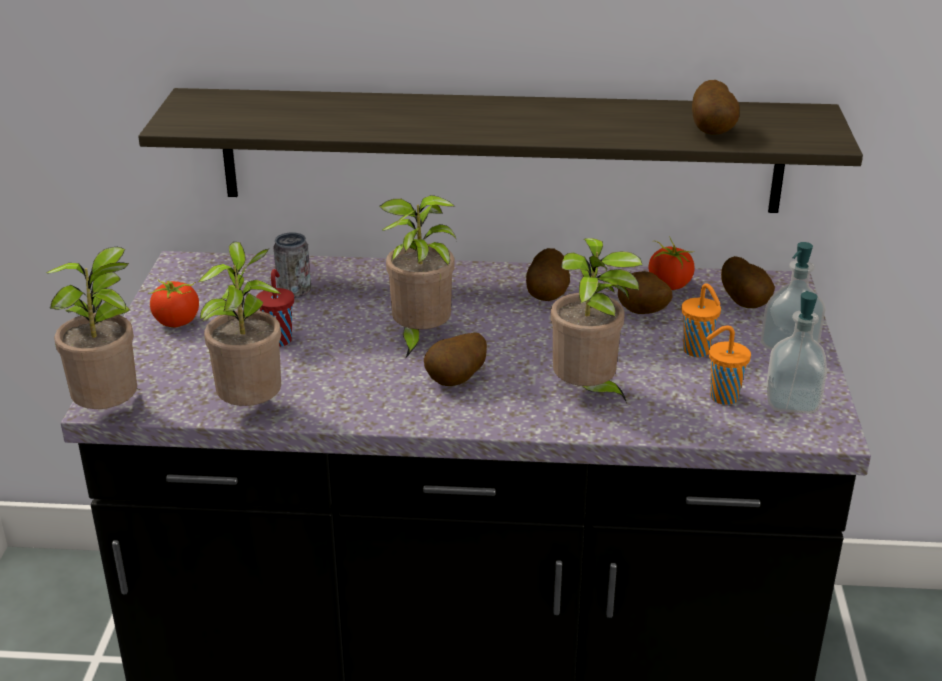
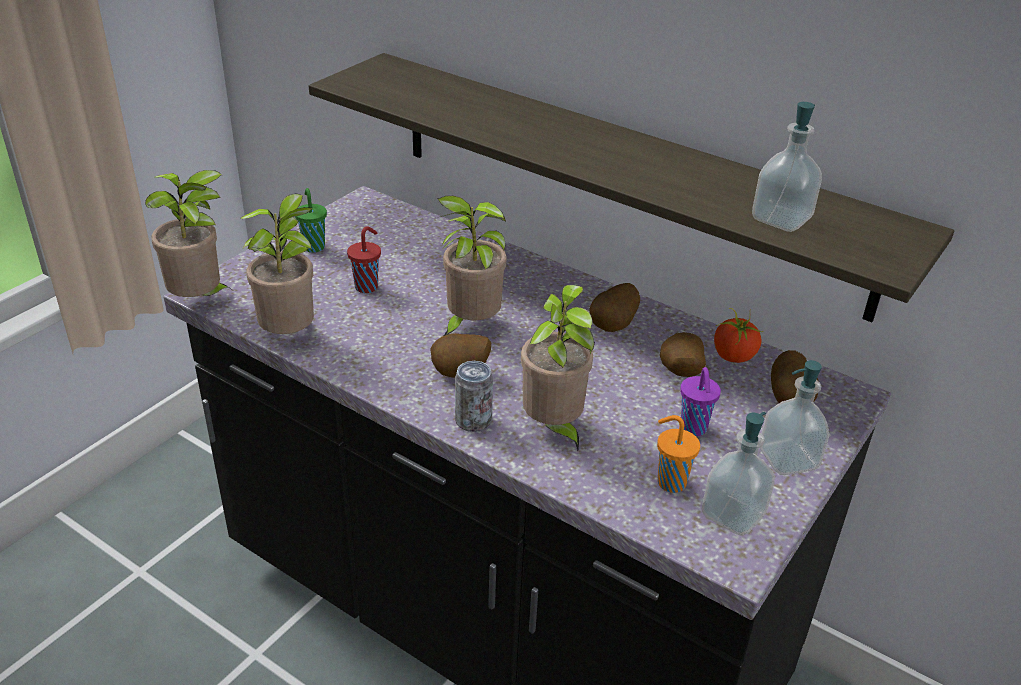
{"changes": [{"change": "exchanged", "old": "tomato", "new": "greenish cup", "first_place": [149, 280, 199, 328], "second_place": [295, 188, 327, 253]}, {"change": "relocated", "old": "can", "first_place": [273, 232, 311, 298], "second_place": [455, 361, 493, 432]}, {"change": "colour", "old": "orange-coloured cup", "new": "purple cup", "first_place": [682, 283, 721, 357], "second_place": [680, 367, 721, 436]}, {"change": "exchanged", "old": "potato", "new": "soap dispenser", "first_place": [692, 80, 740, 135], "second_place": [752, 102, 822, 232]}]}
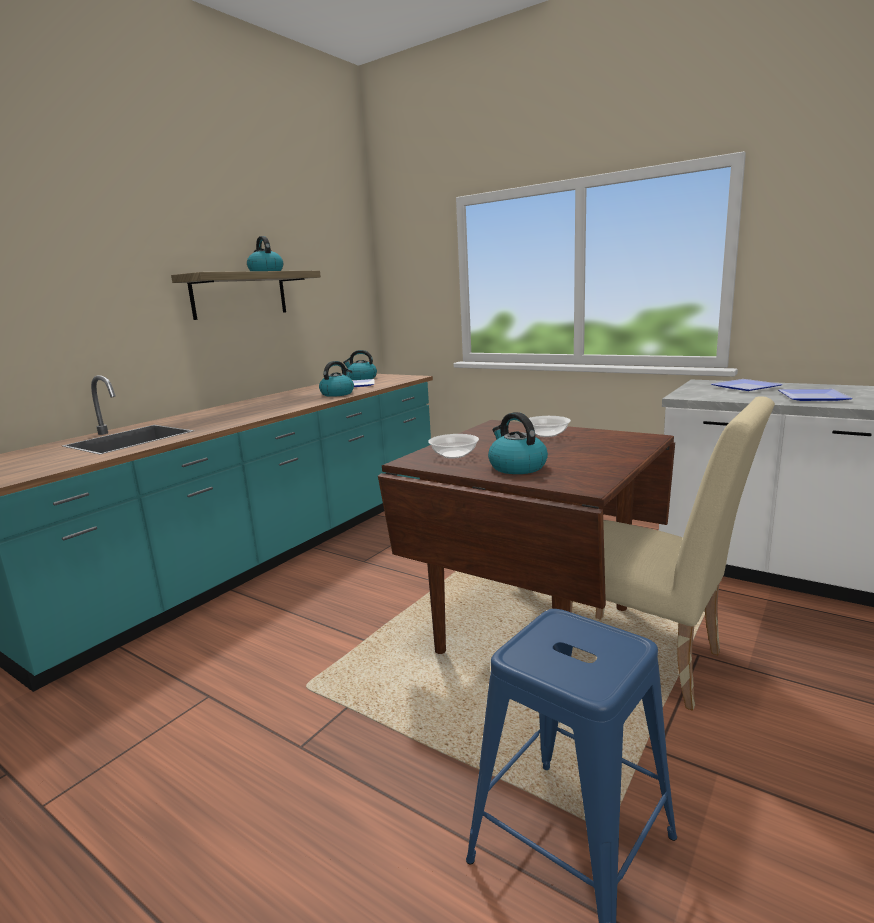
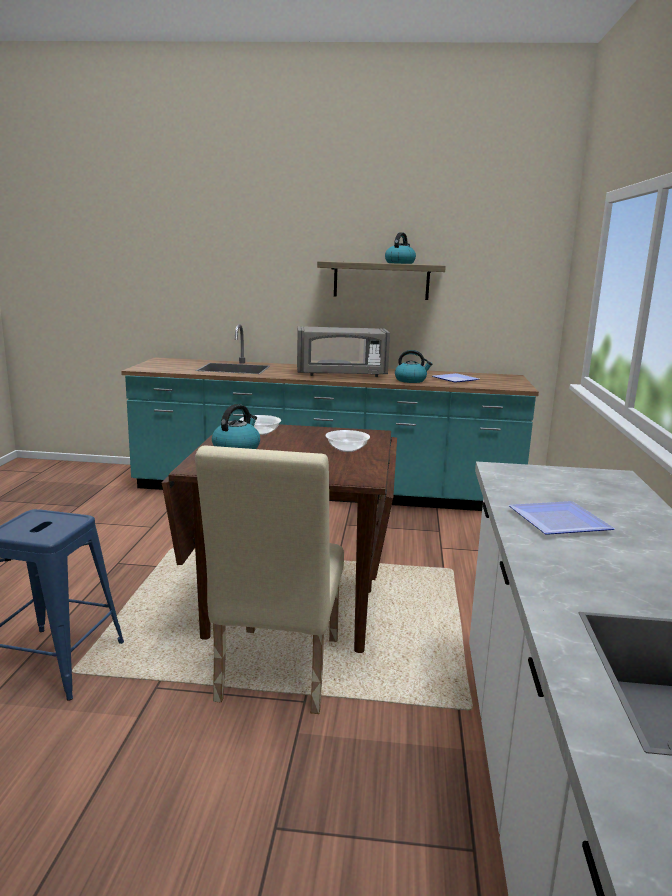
{"changes": [{"change": "appeared", "new": "gray kitchen microwave", "second_place": [297, 326, 390, 377]}, {"change": "missing", "old": "tea kettle", "first_place": [343, 350, 377, 380]}, {"change": "missing", "old": "dinner plate", "first_place": [711, 379, 783, 391]}]}
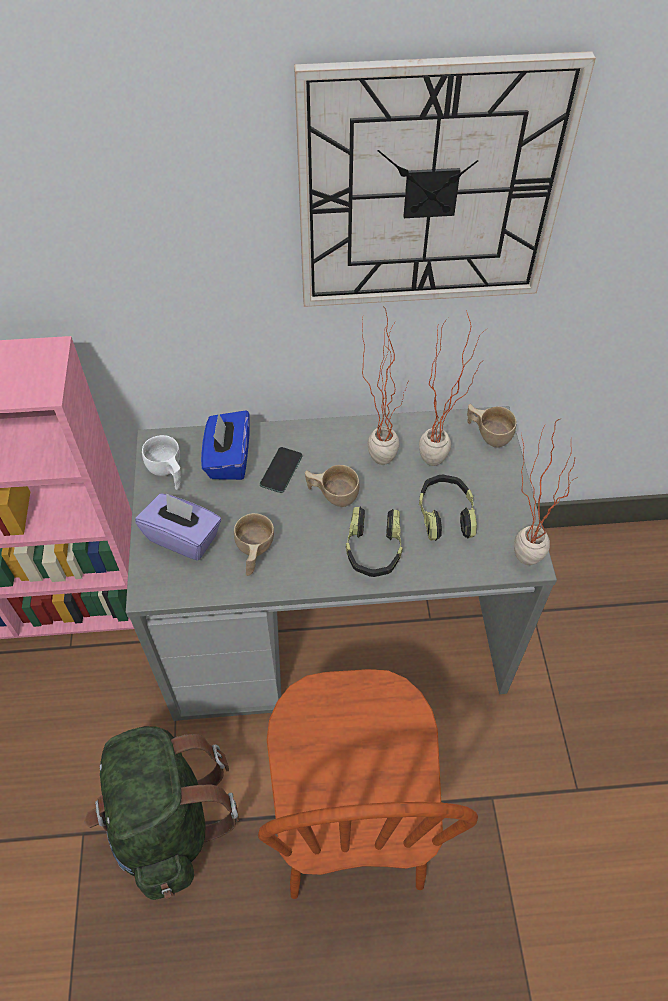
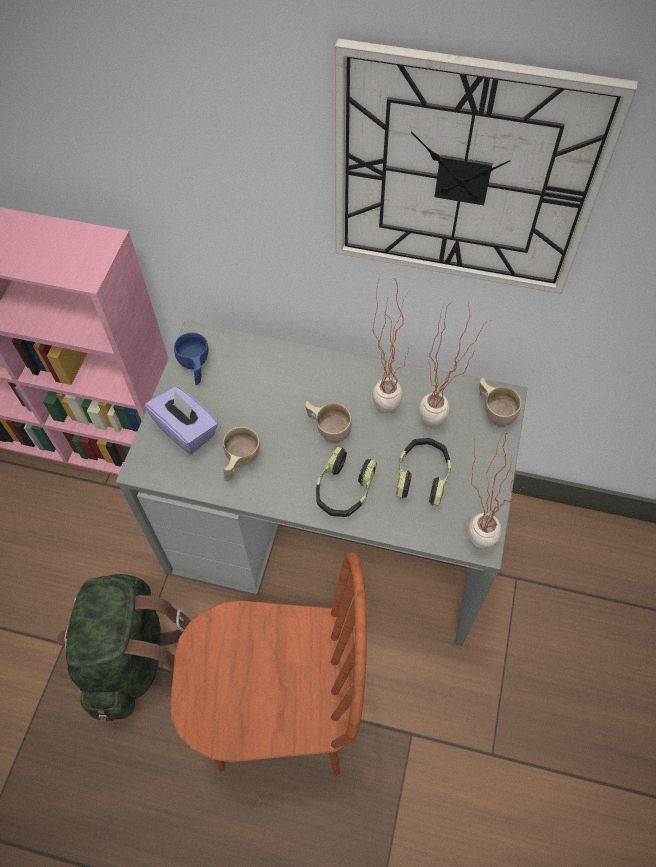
{"changes": [{"change": "spun", "old": "brown upright chair", "first_place": [258, 669, 478, 899], "second_place": [171, 552, 367, 775], "degrees": -105}, {"change": "colour", "old": "white-coloured cup", "new": "bluish cup", "first_place": [142, 435, 181, 490], "second_place": [174, 333, 208, 385]}, {"change": "missing", "old": "bluish tissue holder", "first_place": [201, 410, 250, 480]}, {"change": "missing", "old": "phone", "first_place": [260, 447, 303, 493]}]}
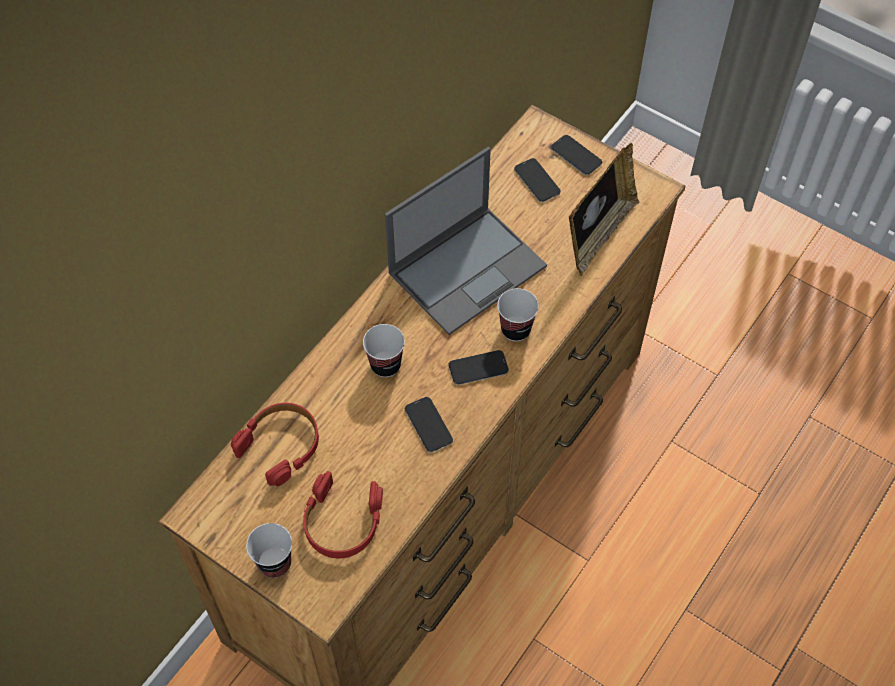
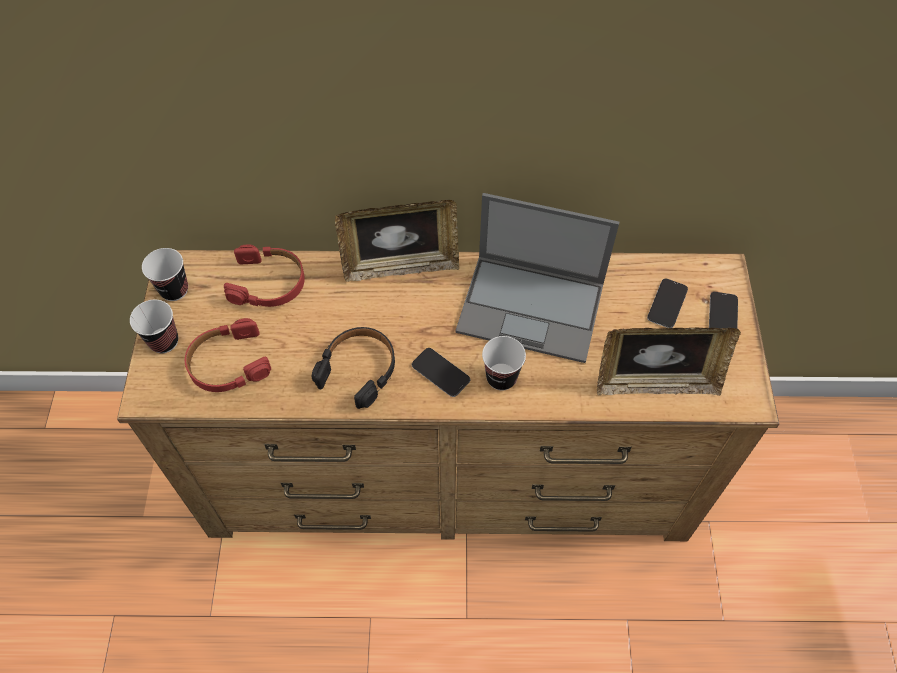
{"changes": [{"change": "relocated", "old": "cup", "first_place": [363, 324, 405, 377], "second_place": [142, 248, 188, 301]}, {"change": "exchanged", "old": "phone", "new": "black-coloured pair of headphones", "first_place": [405, 397, 453, 452], "second_place": [312, 327, 395, 409]}, {"change": "appeared", "new": "photo frame", "second_place": [335, 200, 459, 282]}]}
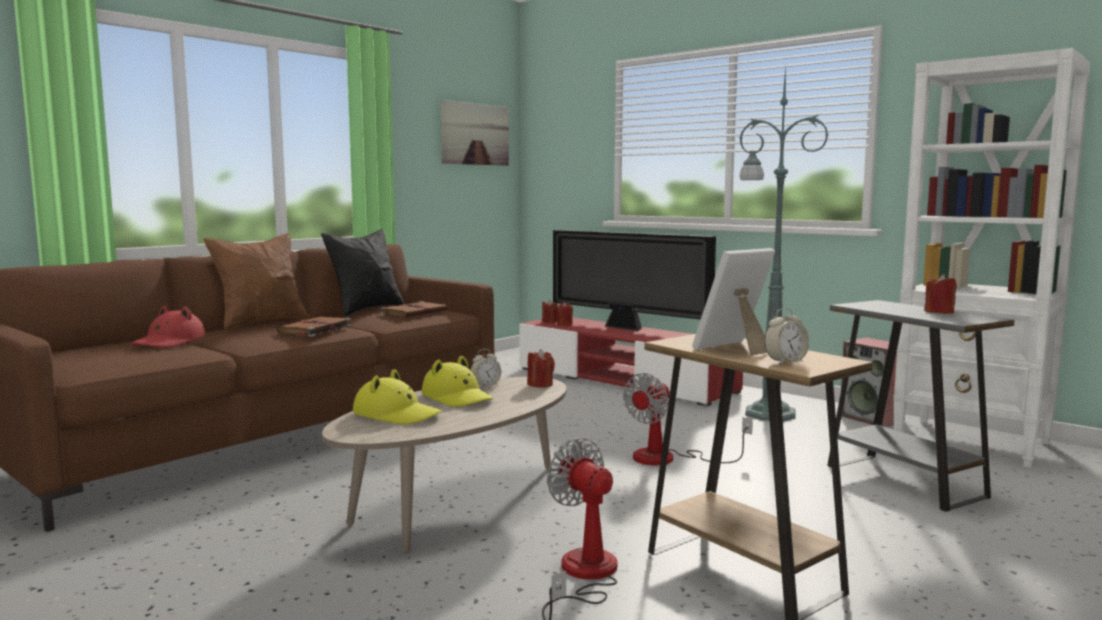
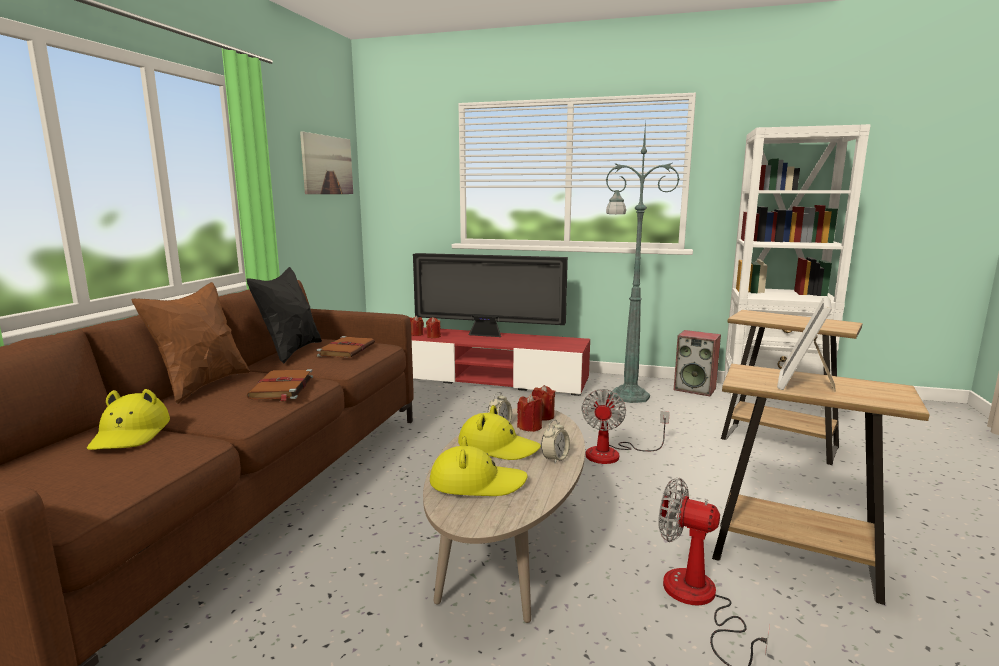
{"changes": [{"change": "colour", "old": "red wearable hat", "new": "yellow wearable hat", "first_place": [130, 305, 205, 348], "second_place": [87, 389, 170, 450]}, {"change": "relocated", "old": "red wax candle", "first_place": [924, 274, 957, 314], "second_place": [517, 394, 543, 432]}, {"change": "relocated", "old": "bedside clock", "first_place": [764, 308, 809, 365], "second_place": [541, 420, 570, 463]}, {"change": "colour", "old": "gray accent table", "new": "brown accent table", "first_place": [827, 300, 1015, 512], "second_place": [721, 310, 863, 465]}]}
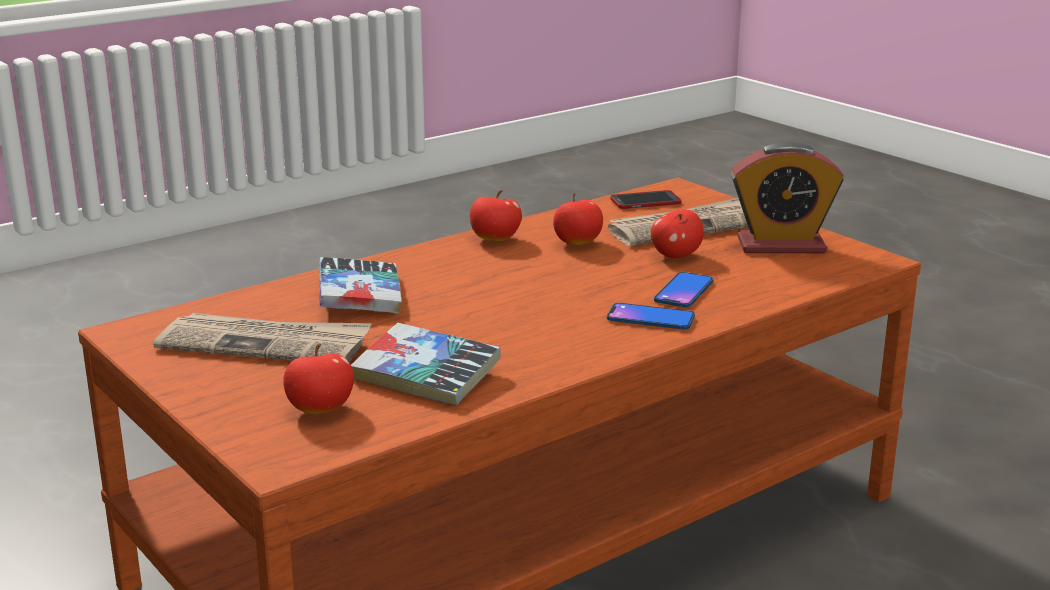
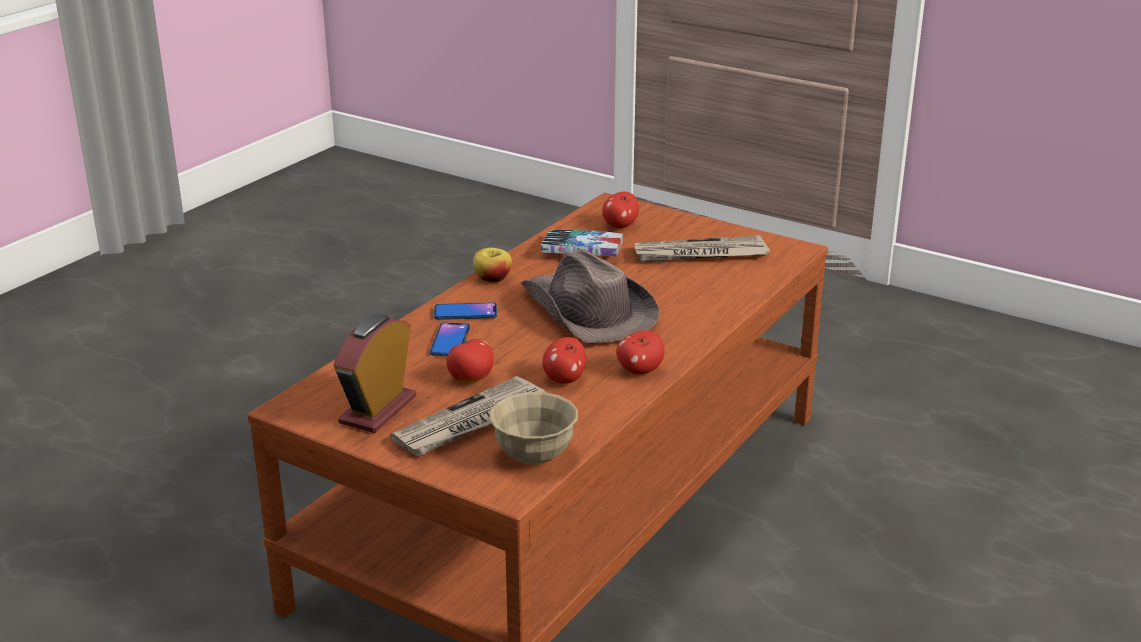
{"changes": [{"change": "spun", "old": "bedside clock", "first_place": [731, 142, 844, 253], "second_place": [333, 314, 416, 433], "degrees": -45}, {"change": "appeared", "new": "whole apple", "second_place": [473, 247, 512, 283]}, {"change": "exchanged", "old": "phone", "new": "sand-coloured deep dish", "first_place": [610, 190, 681, 209], "second_place": [489, 392, 578, 465]}, {"change": "appeared", "new": "brown wearable hat", "second_place": [521, 249, 660, 343]}, {"change": "missing", "old": "bound book", "first_place": [319, 257, 402, 314]}]}
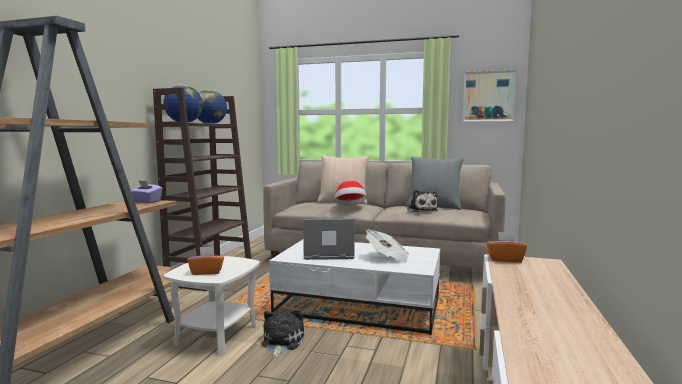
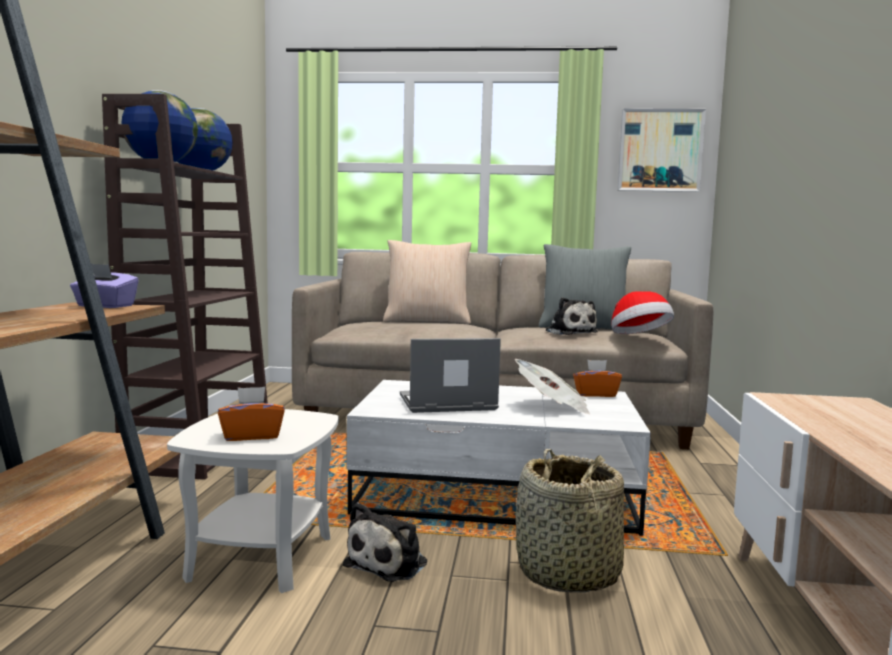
{"changes": [{"change": "spun", "old": "soft toy", "first_place": [261, 308, 304, 358], "second_place": [343, 502, 427, 582], "degrees": -150}, {"change": "appeared", "new": "storage basket", "second_place": [516, 449, 624, 593]}, {"change": "relocated", "old": "orange-coloured tissue holder", "first_place": [486, 232, 527, 262], "second_place": [573, 360, 622, 397]}, {"change": "relocated", "old": "wearable hat", "first_place": [334, 181, 367, 205], "second_place": [611, 291, 674, 334]}]}
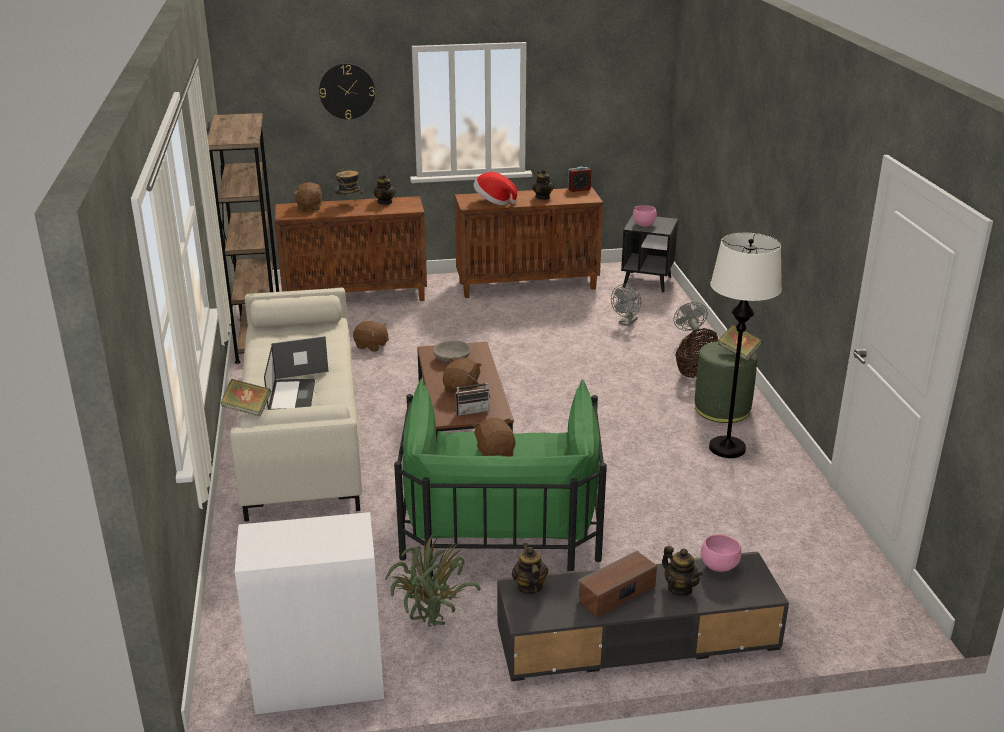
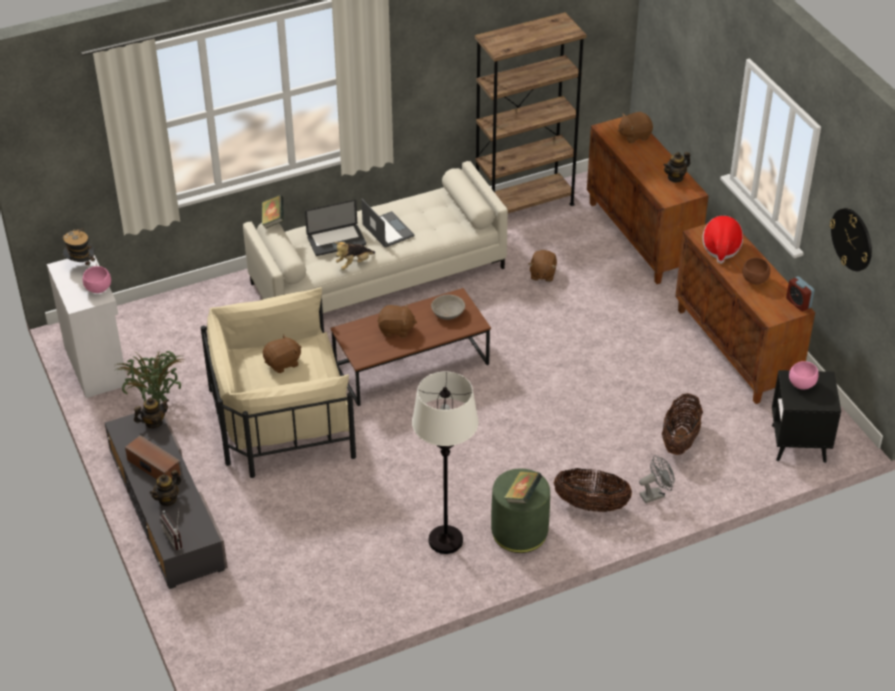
{"changes": [{"change": "relocated", "old": "wearable hat", "first_place": [334, 168, 363, 199], "second_place": [62, 228, 95, 265]}, {"change": "relocated", "old": "pink-coloured deep dish", "first_place": [701, 534, 741, 572], "second_place": [83, 266, 111, 293]}, {"change": "relocated", "old": "radio set", "first_place": [455, 372, 490, 416], "second_place": [160, 508, 183, 550]}, {"change": "colour", "old": "greenish armchair", "new": "sand-coloured armchair", "first_place": [394, 379, 607, 578], "second_place": [201, 287, 356, 478]}, {"change": "appeared", "new": "soft toy", "second_place": [335, 242, 375, 270]}, {"change": "exchanged", "old": "gray fan", "new": "storage basket", "first_place": [611, 284, 641, 326], "second_place": [662, 393, 703, 455]}, {"change": "exchanged", "old": "tea pot", "new": "brown deep dish", "first_place": [532, 169, 554, 200], "second_place": [742, 258, 770, 284]}, {"change": "relocated", "old": "clock on the wall", "first_place": [319, 63, 375, 119], "second_place": [830, 208, 872, 271]}]}
